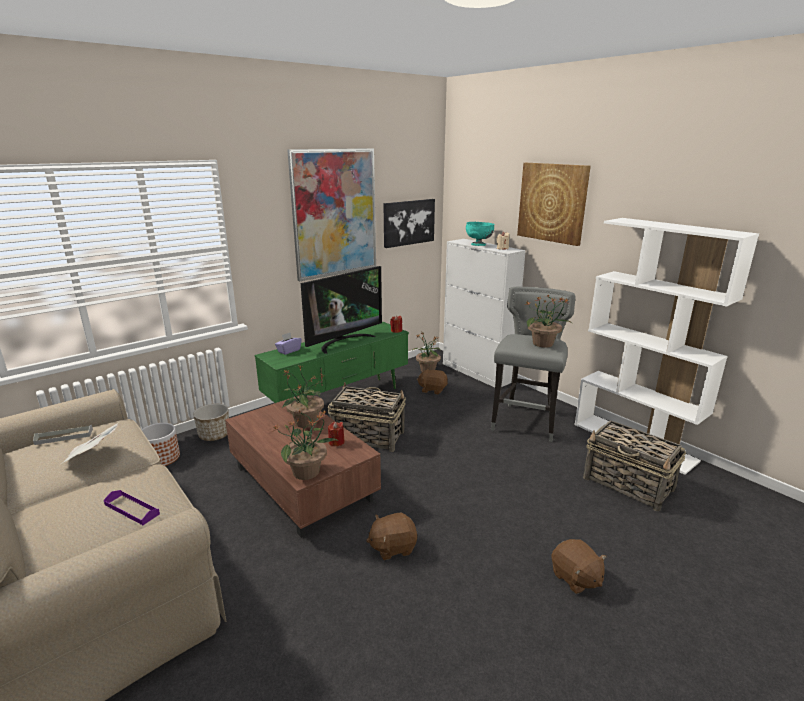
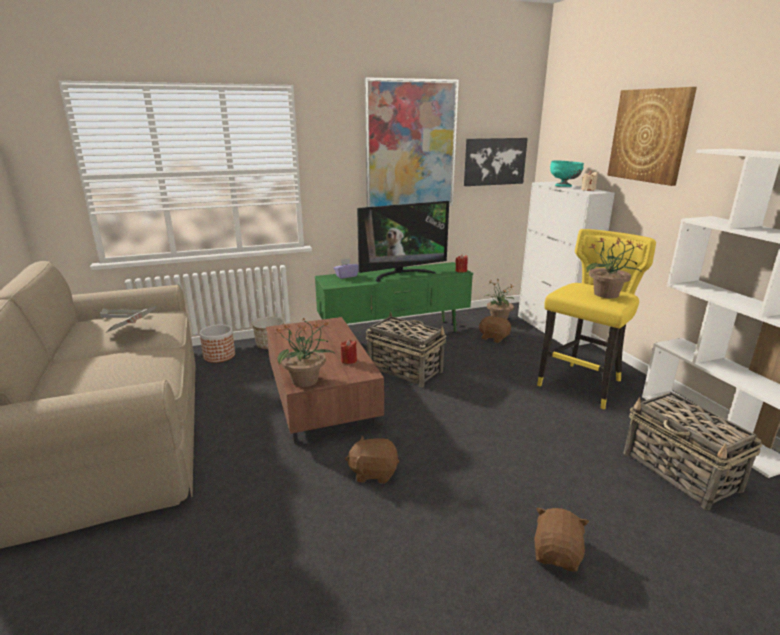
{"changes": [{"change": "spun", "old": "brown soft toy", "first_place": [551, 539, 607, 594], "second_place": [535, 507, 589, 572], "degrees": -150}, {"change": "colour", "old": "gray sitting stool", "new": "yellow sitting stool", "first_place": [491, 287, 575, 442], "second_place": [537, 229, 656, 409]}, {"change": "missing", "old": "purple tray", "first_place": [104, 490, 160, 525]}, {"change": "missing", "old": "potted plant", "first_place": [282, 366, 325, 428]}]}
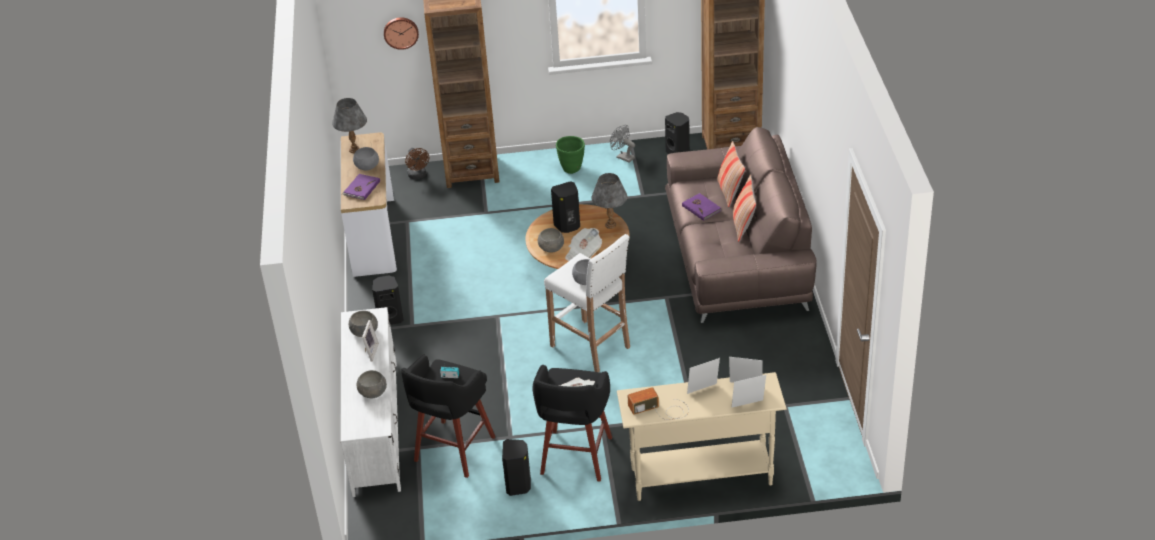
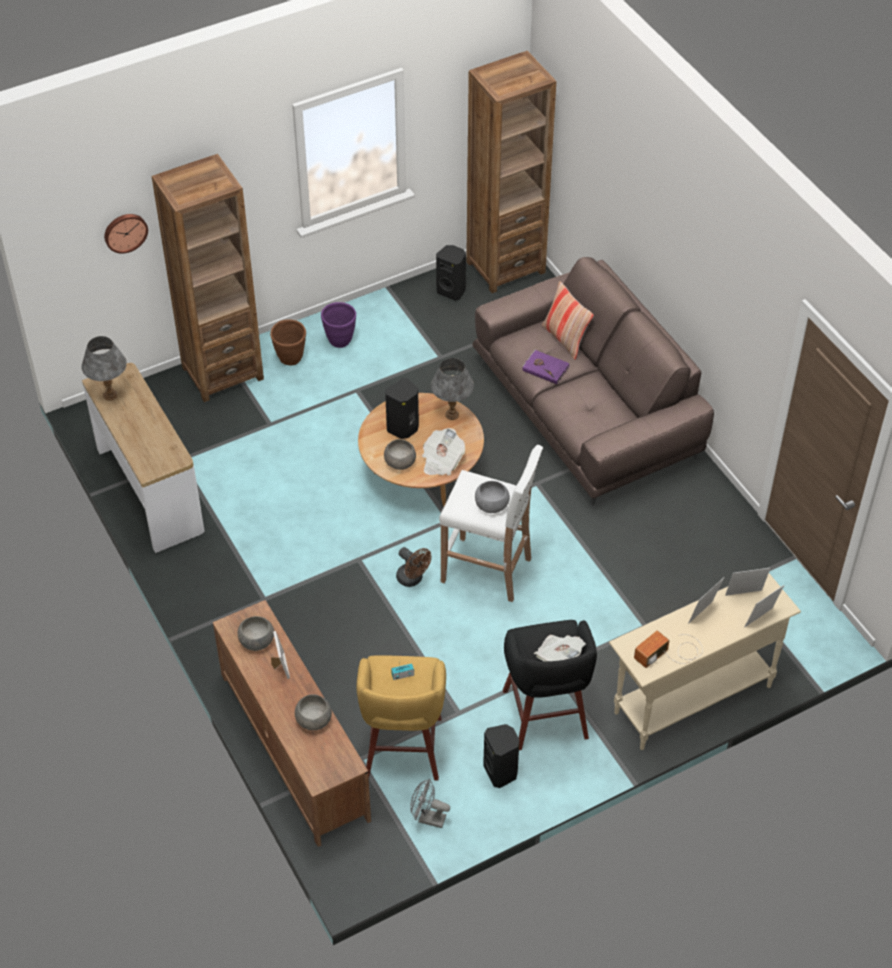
{"changes": [{"change": "colour", "old": "white-coloured tv stand", "new": "brown tv stand", "first_place": [341, 307, 401, 497], "second_place": [213, 600, 371, 847]}, {"change": "appeared", "new": "brown plant pot", "second_place": [270, 319, 306, 365]}, {"change": "colour", "old": "greenish plant pot", "new": "purple plant pot", "first_place": [556, 136, 585, 174], "second_place": [321, 302, 356, 348]}, {"change": "colour", "old": "black-coloured sitting stool", "new": "yellow sitting stool", "first_place": [401, 354, 496, 478], "second_place": [357, 655, 446, 780]}, {"change": "relocated", "old": "brown fan", "first_place": [405, 148, 429, 179], "second_place": [396, 547, 431, 587]}, {"change": "relocated", "old": "gray fan", "first_place": [610, 125, 635, 163], "second_place": [410, 779, 450, 828]}, {"change": "missing", "old": "purple bound book", "first_place": [342, 174, 380, 200]}, {"change": "missing", "old": "gray deep dish", "first_place": [353, 147, 379, 171]}, {"change": "missing", "old": "black-coloured audio speaker", "first_place": [372, 276, 404, 325]}, {"change": "missing", "old": "cushion", "first_place": [733, 175, 756, 242]}]}
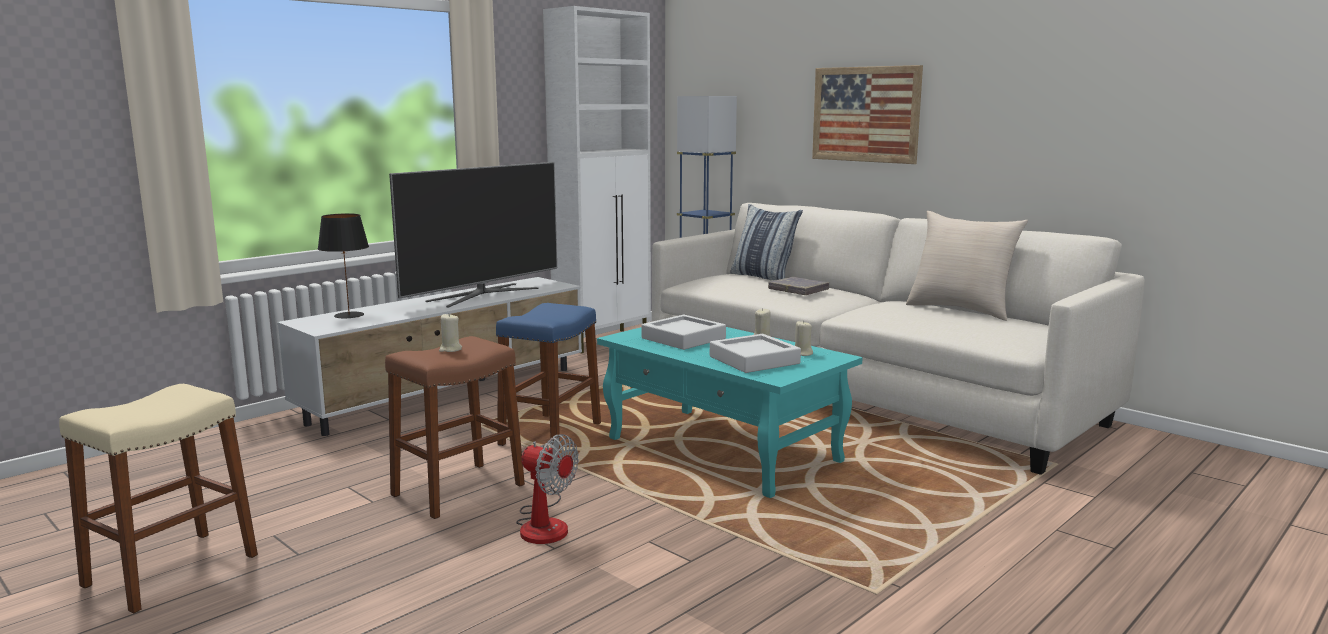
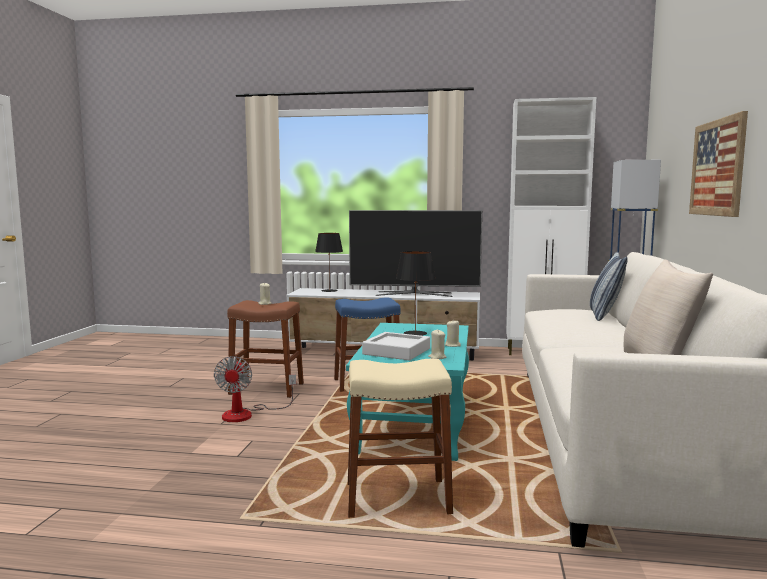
{"changes": [{"change": "relocated", "old": "sand-coloured sitting stool", "first_place": [59, 384, 258, 614], "second_place": [348, 359, 453, 518]}, {"change": "exchanged", "old": "gray tray", "new": "black-coloured table lamp", "first_place": [641, 315, 726, 350], "second_place": [396, 251, 436, 336]}, {"change": "missing", "old": "gray bound book", "first_place": [768, 277, 829, 295]}]}
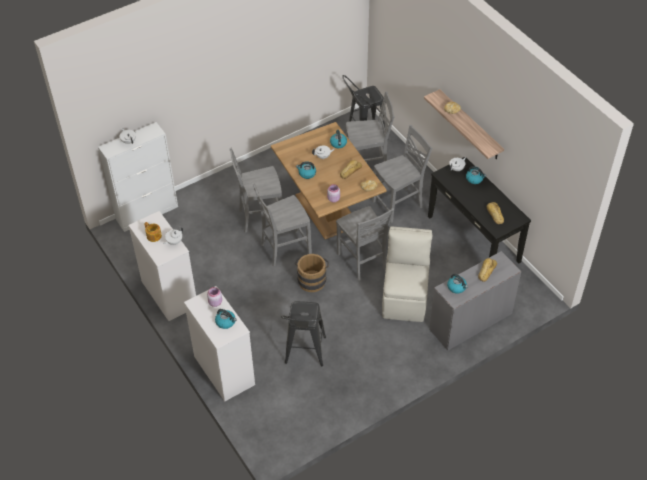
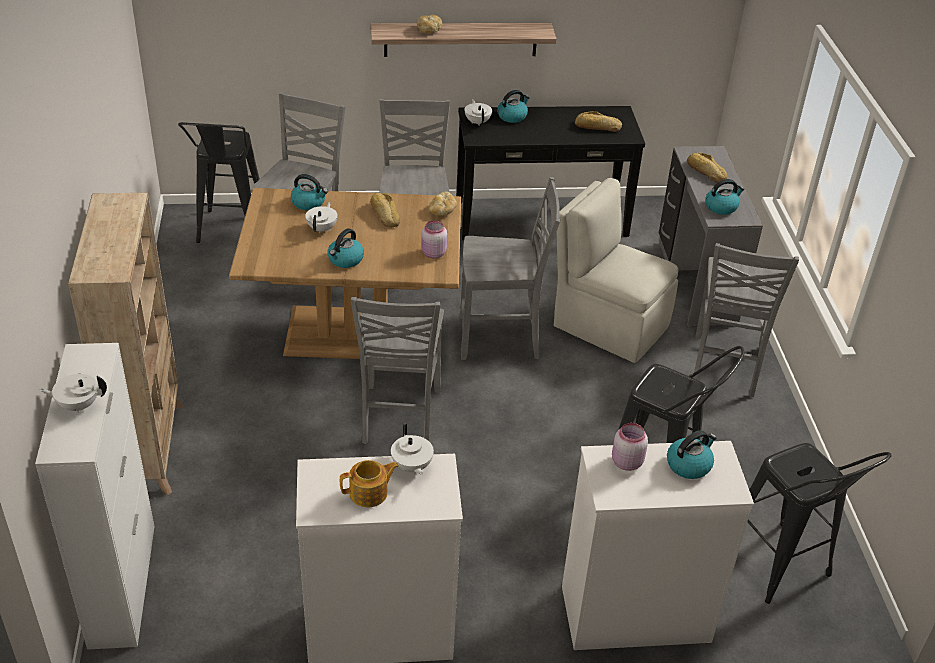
{"changes": [{"change": "appeared", "new": "sand-coloured bookshelf", "second_place": [68, 193, 183, 495]}, {"change": "relocated", "old": "gray upright chair", "first_place": [230, 148, 282, 233], "second_place": [693, 243, 799, 397]}, {"change": "appeared", "new": "black-coloured sitting stool", "second_place": [747, 443, 892, 604]}, {"change": "missing", "old": "brown pail", "first_place": [295, 254, 329, 292]}]}
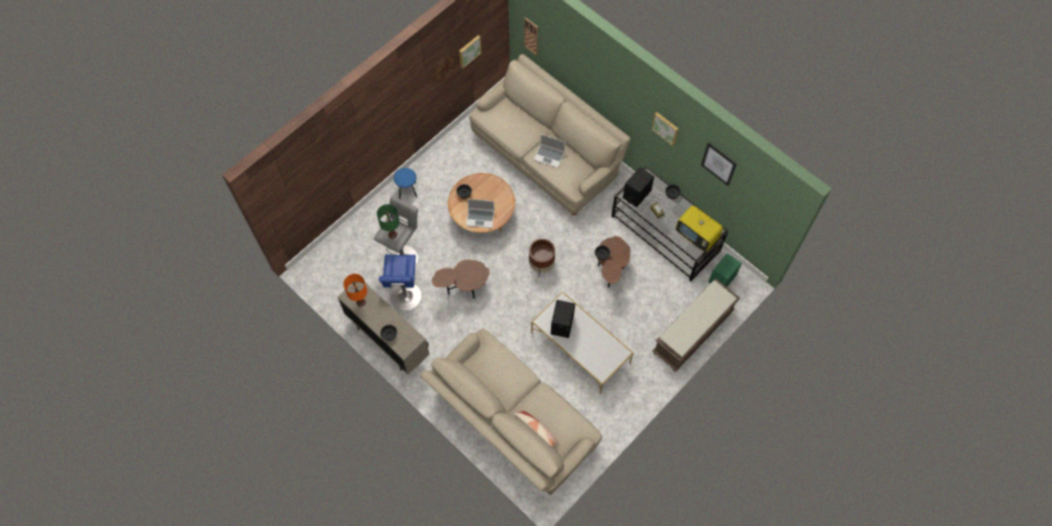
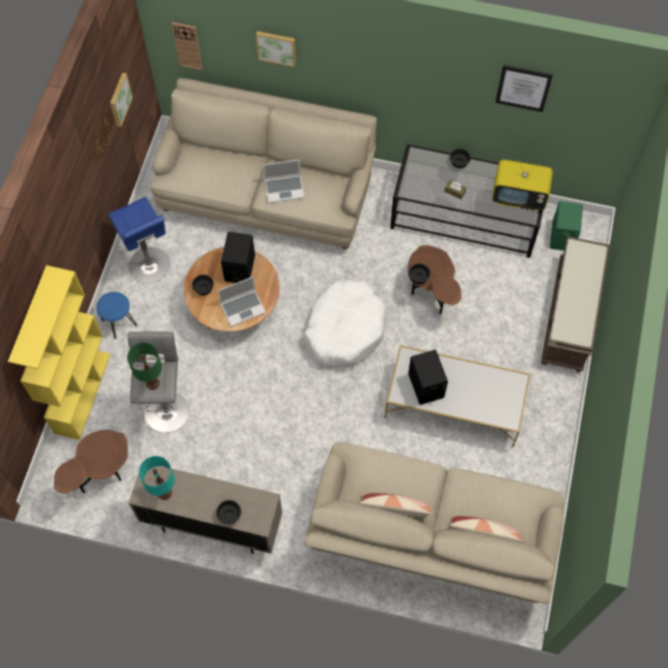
{"changes": [{"change": "appeared", "new": "yellow bookshelf", "second_place": [8, 265, 111, 440]}, {"change": "relocated", "old": "brown accent table", "first_place": [432, 260, 489, 298], "second_place": [54, 430, 128, 494]}, {"change": "relocated", "old": "bluish sitting stool", "first_place": [379, 254, 422, 311], "second_place": [108, 197, 170, 284]}, {"change": "colour", "old": "orange-coloured table lamp", "new": "blue-green table lamp", "first_place": [343, 274, 367, 307], "second_place": [139, 456, 175, 500]}, {"change": "relocated", "old": "black-coloured audio speaker", "first_place": [623, 167, 654, 207], "second_place": [221, 232, 255, 283]}, {"change": "relocated", "old": "wall art", "first_place": [652, 112, 679, 146], "second_place": [256, 31, 296, 67]}, {"change": "exchanged", "old": "brown plant pot", "new": "white-coloured dog bed", "first_place": [529, 239, 555, 273], "second_place": [304, 280, 386, 368]}, {"change": "appeared", "new": "cushion", "second_place": [360, 493, 433, 517]}]}
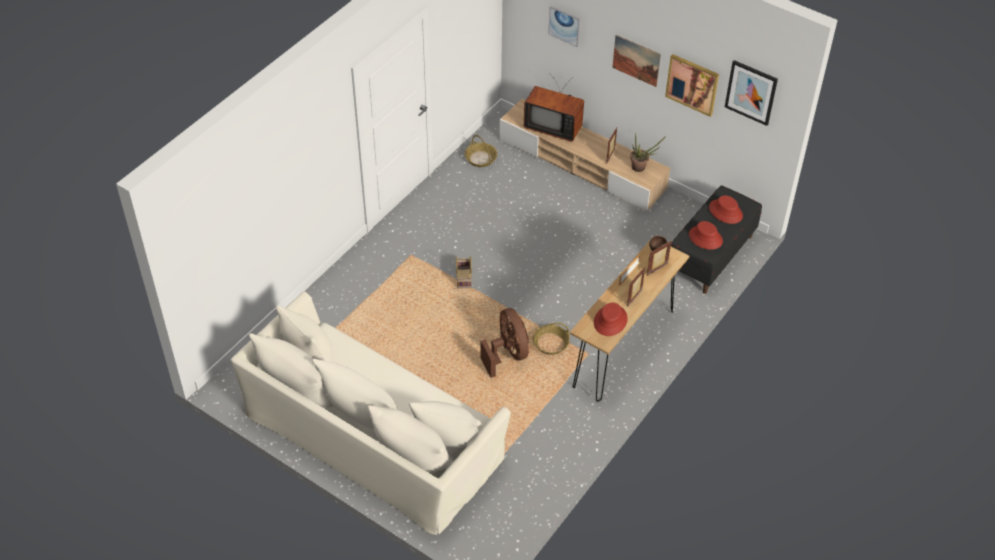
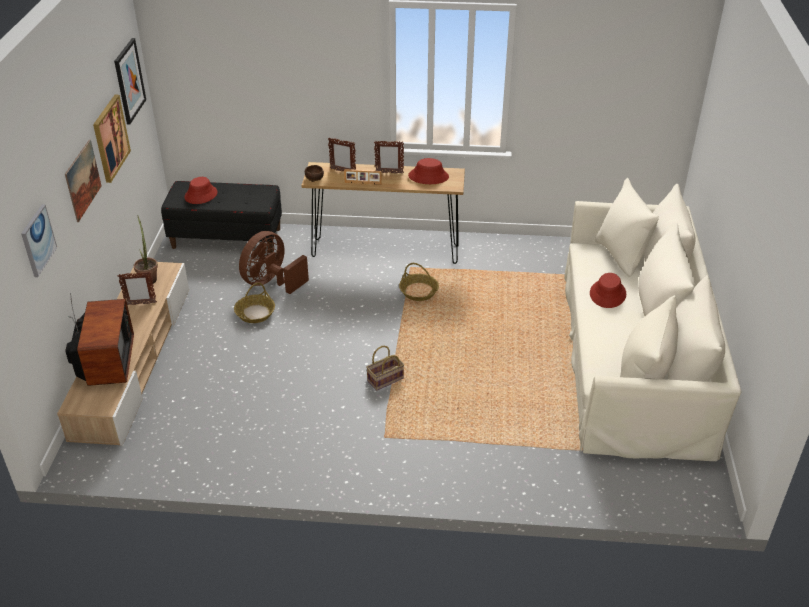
{"changes": [{"change": "relocated", "old": "storage basket", "first_place": [465, 135, 497, 167], "second_place": [234, 283, 275, 323]}, {"change": "relocated", "old": "brown fan", "first_place": [481, 308, 529, 378], "second_place": [239, 231, 309, 294]}, {"change": "relocated", "old": "red wearable hat", "first_place": [689, 221, 723, 250], "second_place": [590, 273, 626, 308]}]}
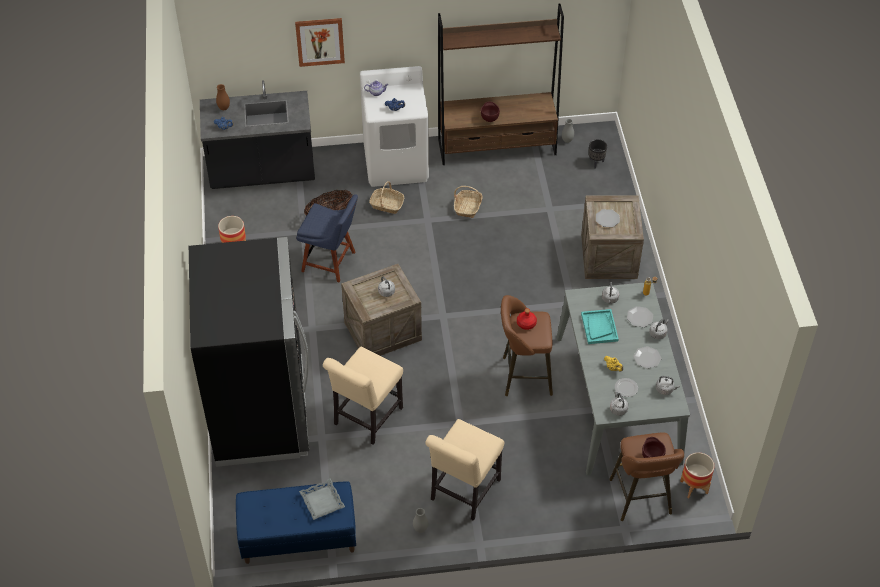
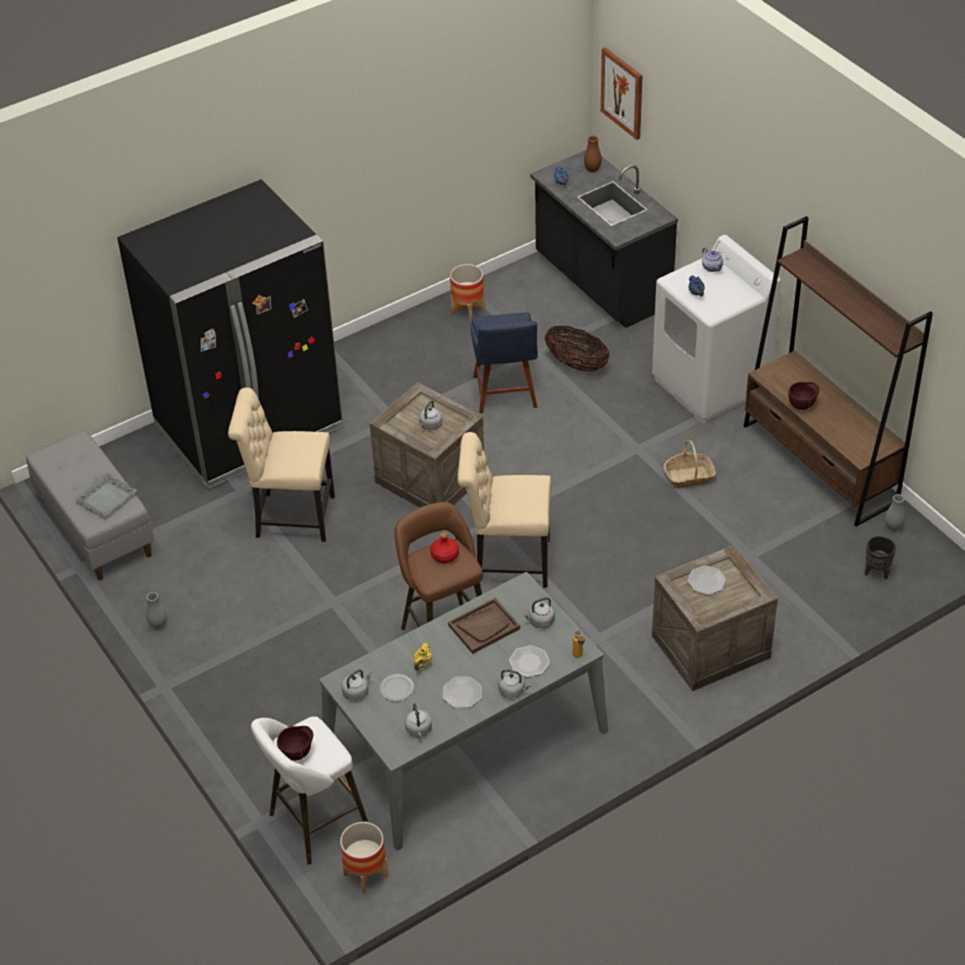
{"changes": [{"change": "colour", "old": "bluish long seat", "new": "gray long seat", "first_place": [236, 481, 356, 564], "second_place": [26, 430, 154, 580]}, {"change": "colour", "old": "brown sitting stool", "new": "white-coloured sitting stool", "first_place": [609, 433, 684, 521], "second_place": [251, 716, 368, 864]}, {"change": "colour", "old": "blue-green tray", "new": "brown tray", "first_place": [581, 309, 619, 344], "second_place": [448, 598, 520, 654]}, {"change": "relocated", "old": "sand-coloured upright chair", "first_place": [425, 419, 504, 521], "second_place": [458, 432, 551, 588]}, {"change": "relocated", "old": "wall art", "first_place": [295, 18, 345, 67], "second_place": [601, 47, 643, 140]}, {"change": "missing", "old": "storage basket", "first_place": [369, 181, 404, 214]}]}
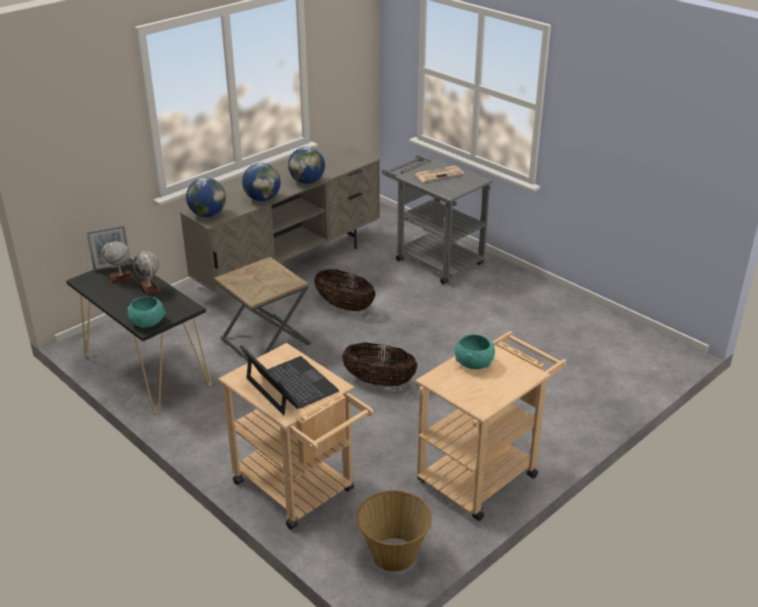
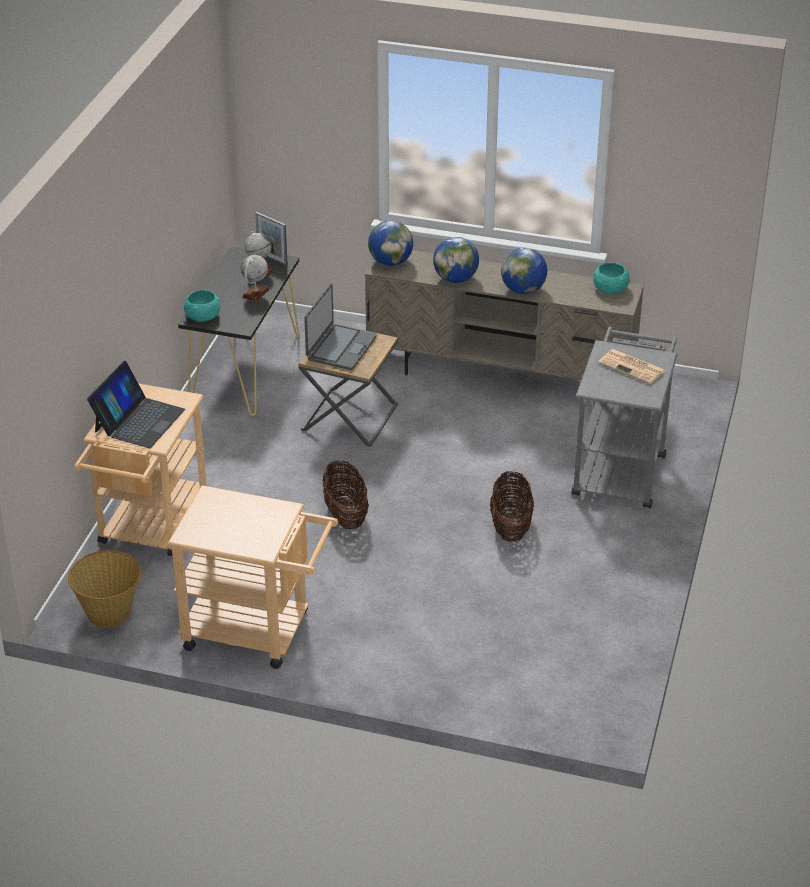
{"changes": [{"change": "appeared", "new": "notebook computer", "second_place": [304, 284, 377, 370]}, {"change": "relocated", "old": "storage basket", "first_place": [314, 270, 376, 311], "second_place": [490, 471, 534, 542]}, {"change": "relocated", "old": "blue-green deep dish", "first_place": [455, 334, 495, 369], "second_place": [593, 263, 630, 294]}]}
